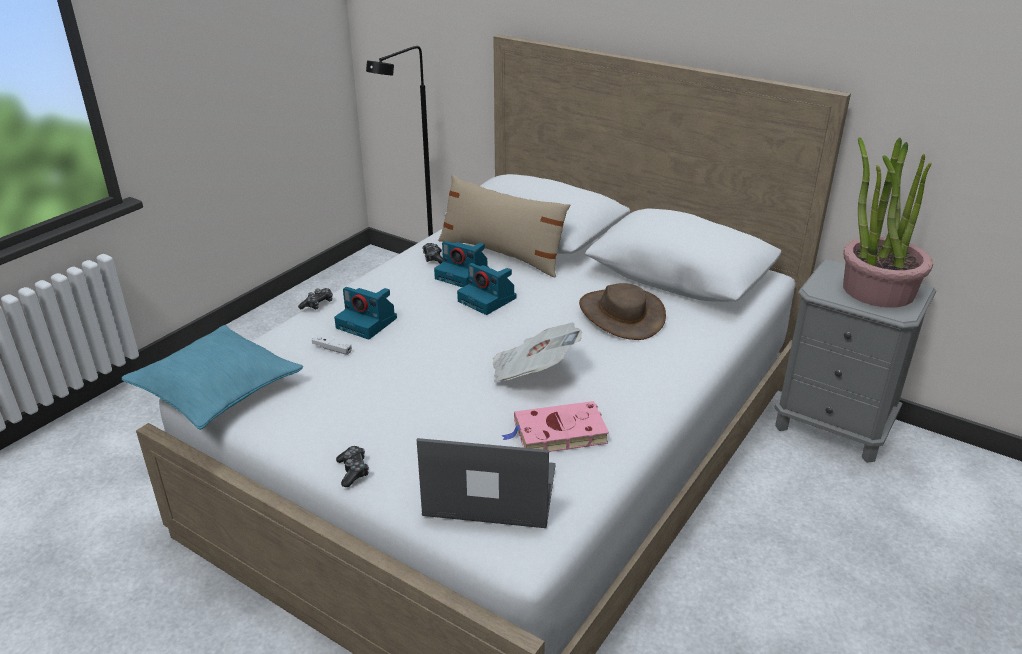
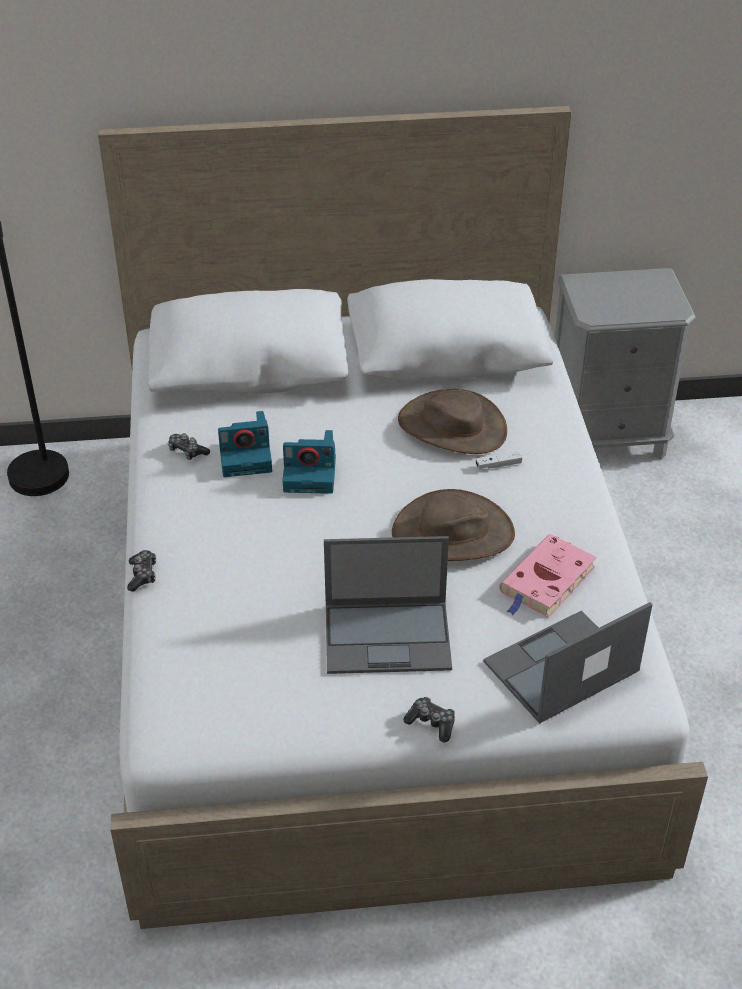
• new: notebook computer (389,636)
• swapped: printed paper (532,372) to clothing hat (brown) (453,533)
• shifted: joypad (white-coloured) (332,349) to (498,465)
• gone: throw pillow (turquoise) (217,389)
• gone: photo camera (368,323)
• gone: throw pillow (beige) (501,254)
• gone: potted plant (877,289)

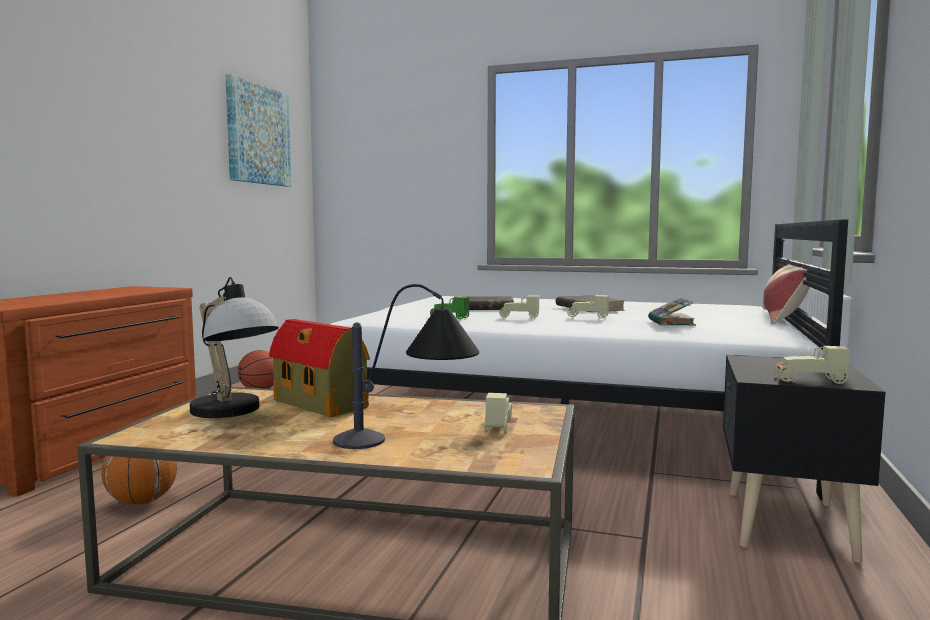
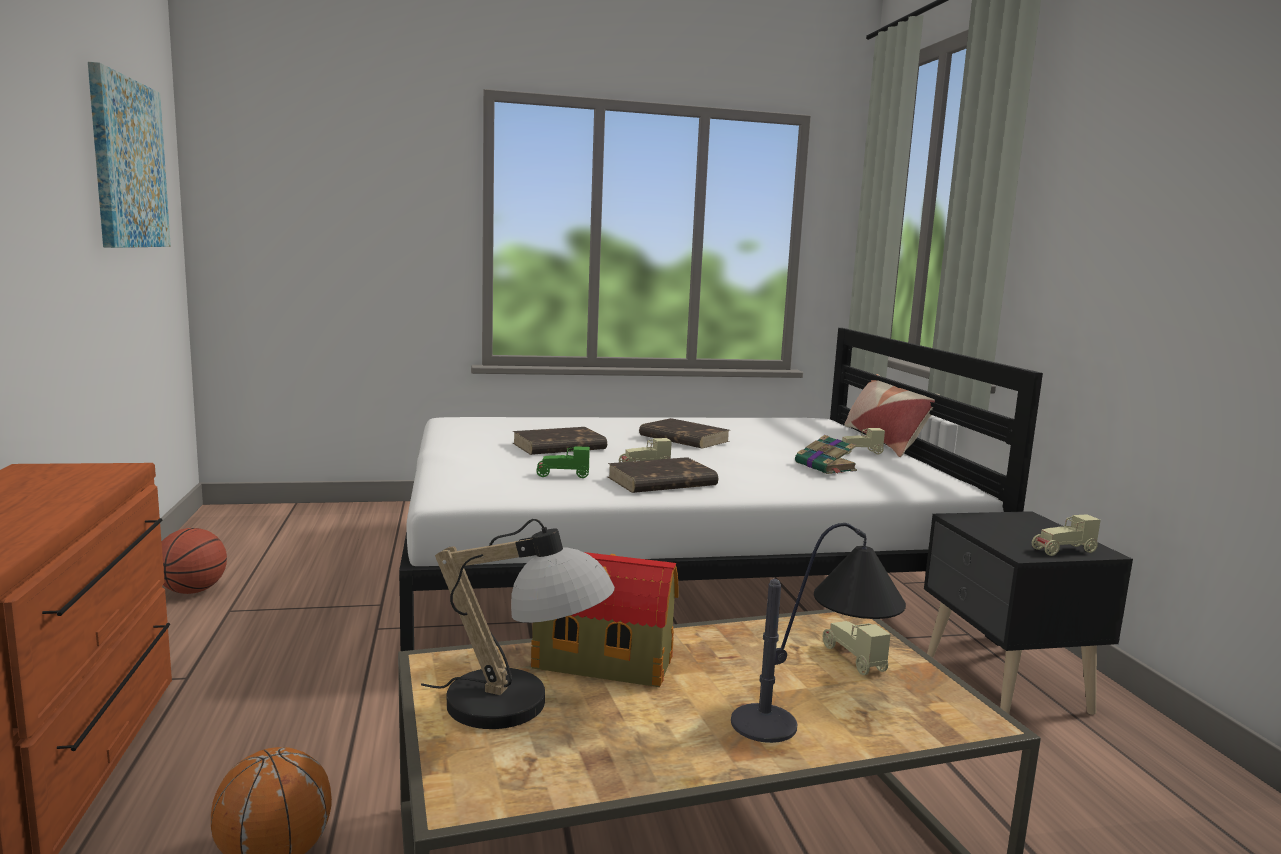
• new: bound book (brown) (661,482)
• shifted: miniature car (beige) (587,317) to (859,453)

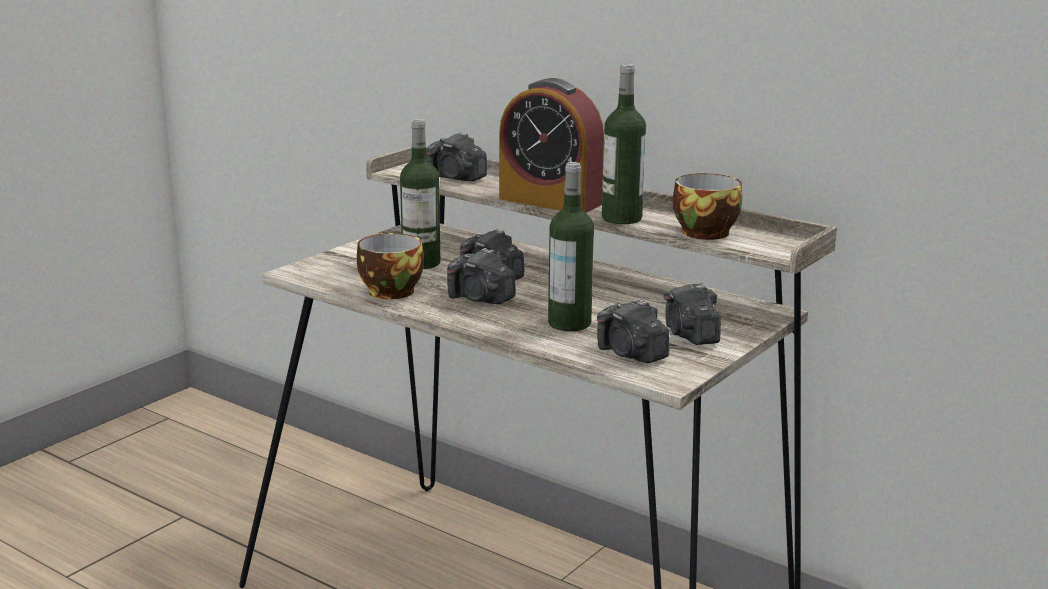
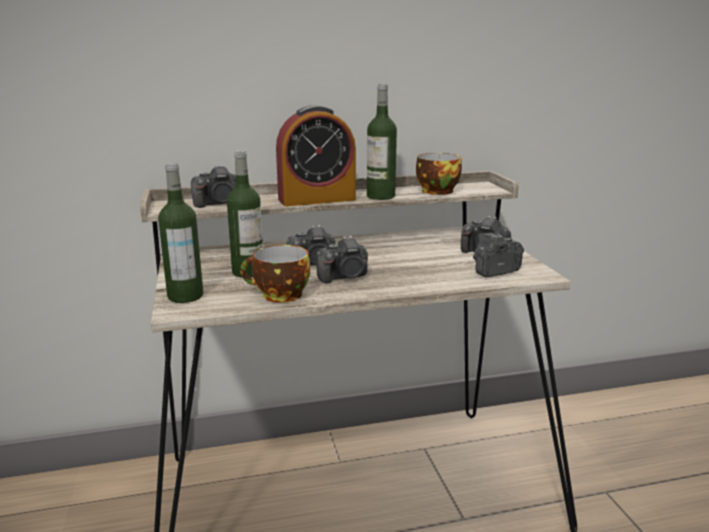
• shifted: beverage bottle (569,323) to (185,296)
• rotated: photo camera (631,354) = (494,271) 150 degrees clockwise

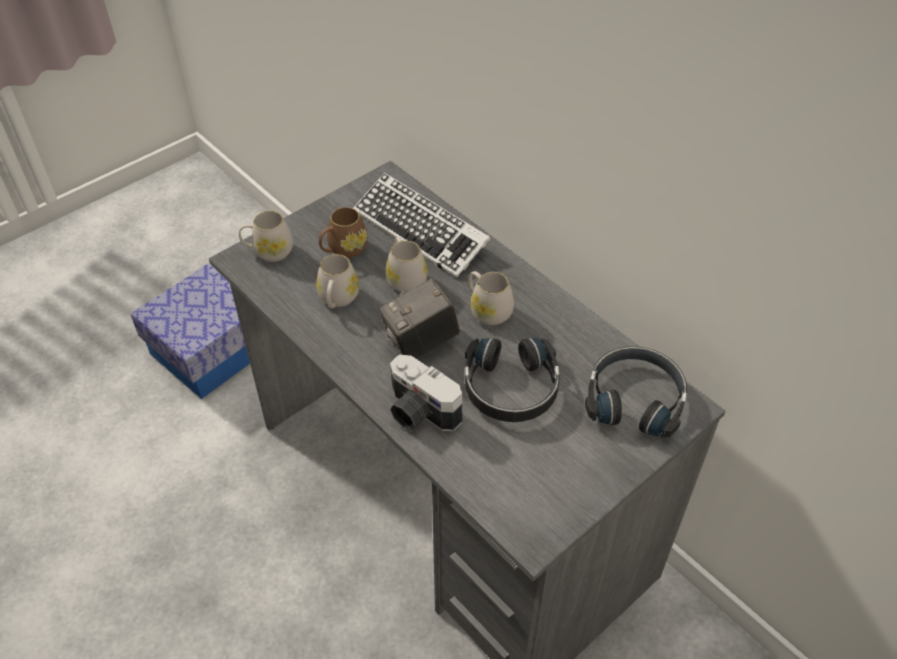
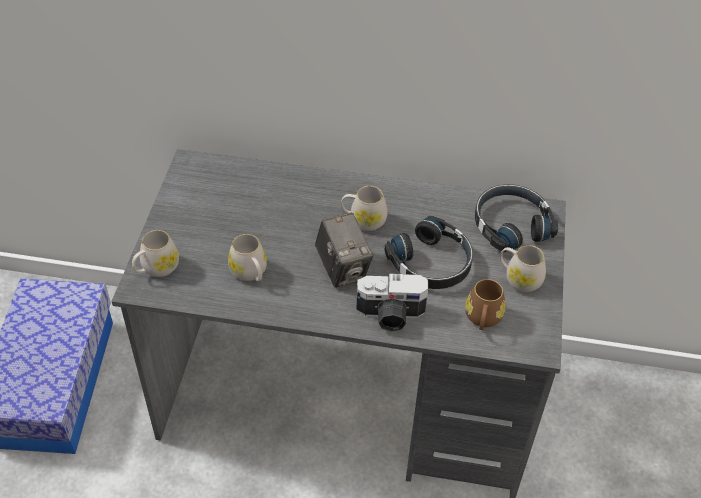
• rotated: photo camera (421,343) = (343,268) 45 degrees counterclockwise
• shifted: tea mug (brown) (343,250) to (482,319)
• shifted: tea mug (white-coloured) (405,277) to (519,278)
• gone: PC keyboard (420,231)

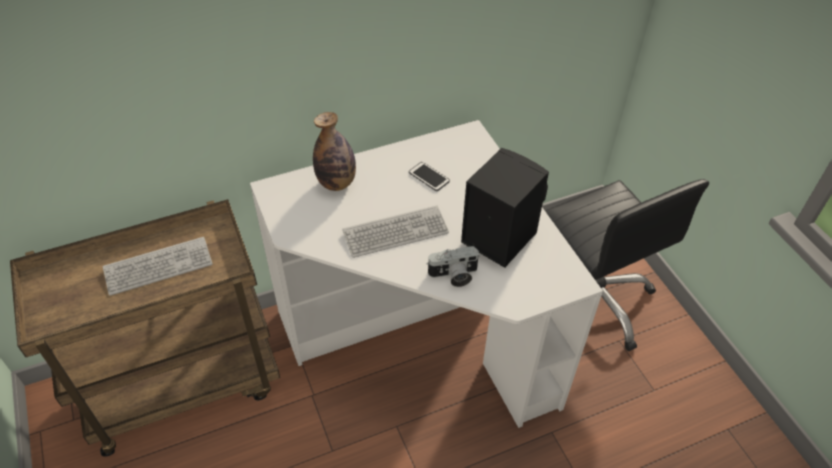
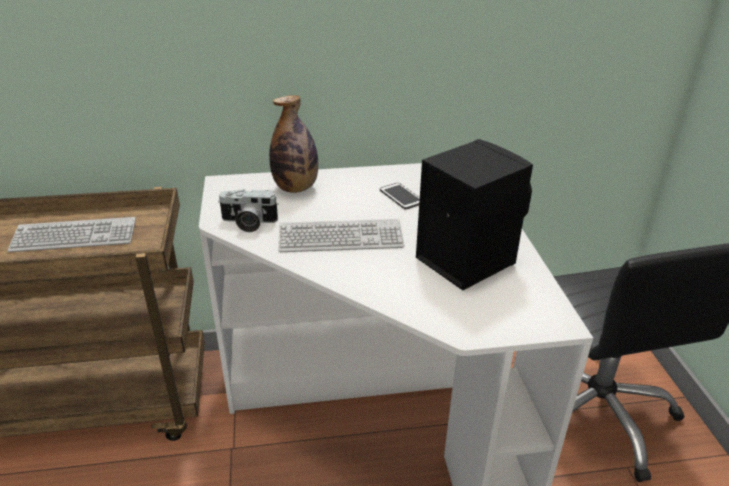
• shifted: photo camera (453,276) to (248,223)

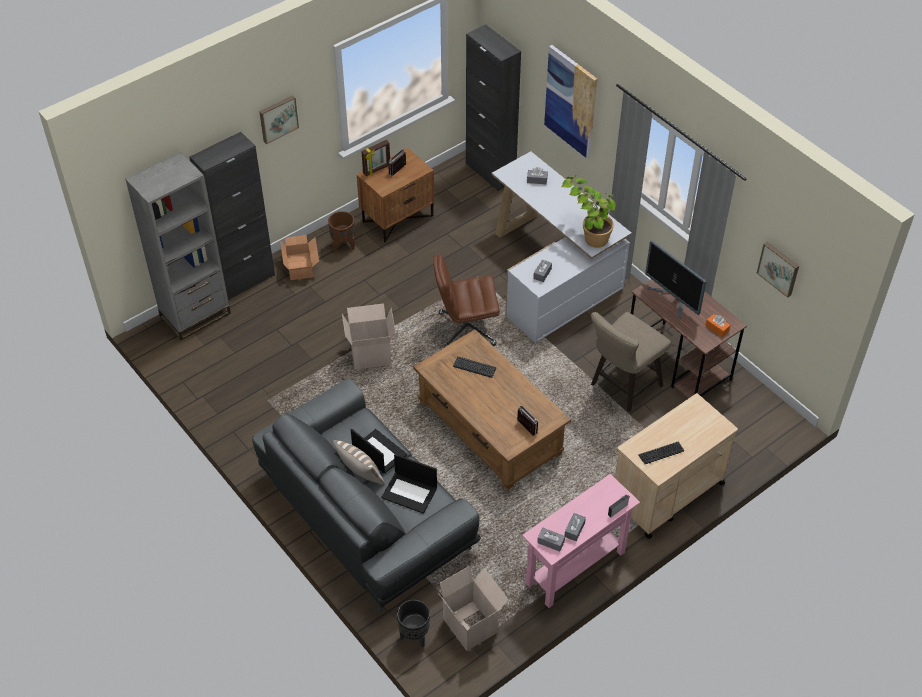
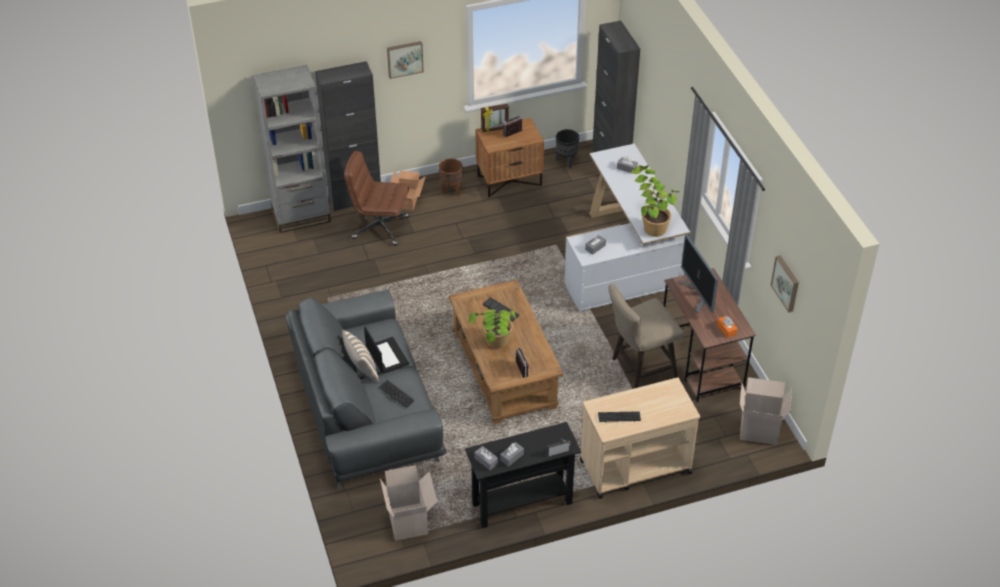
• shifted: computer chair (brown) (466,329) to (379,227)
• swapped: notebook computer (410,492) to PC keyboard (396,394)
• repainted: console table (pink) (575,568) to console table (blackish) (522,503)
• new: potted plant (495,349)
• shifted: flower pot (blackish) (414,636) to (566,162)
• shifted: cardboard box (371,354) to (760,429)
• gone: wall picture (571,101)

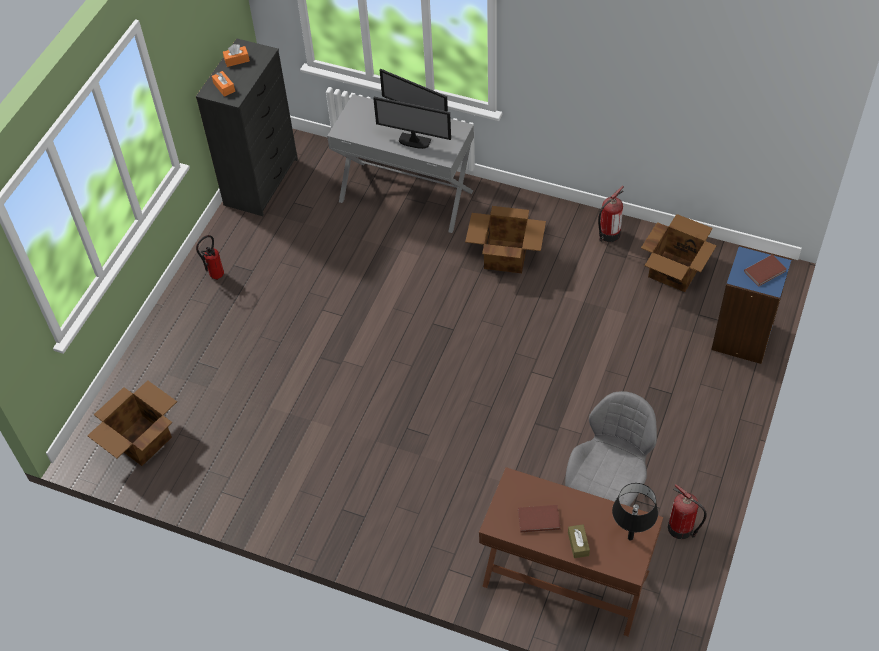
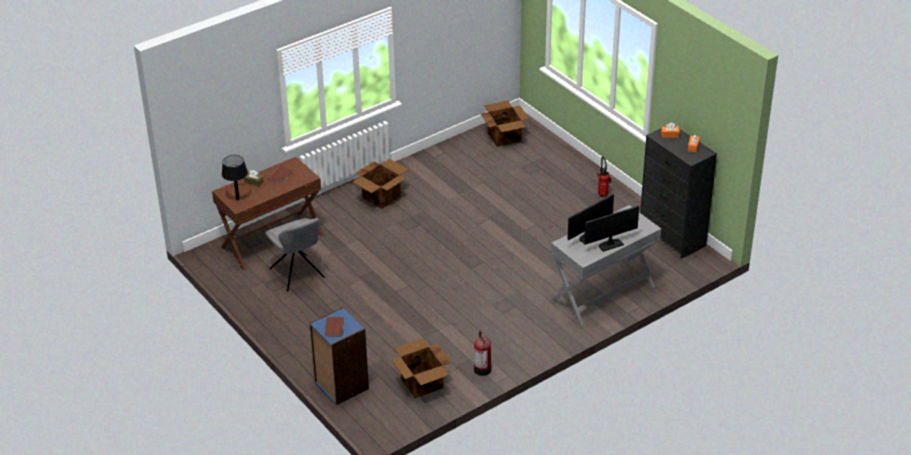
• shifted: cardboard box (505,255) to (382,197)
• gone: extinguisher (682,529)

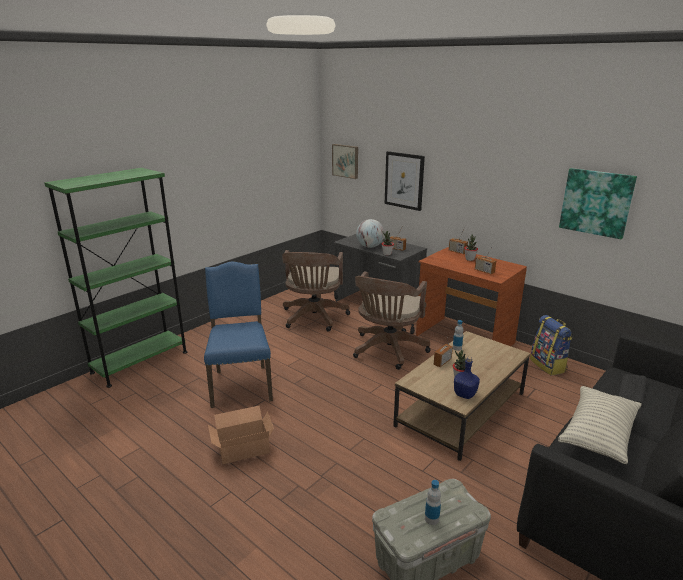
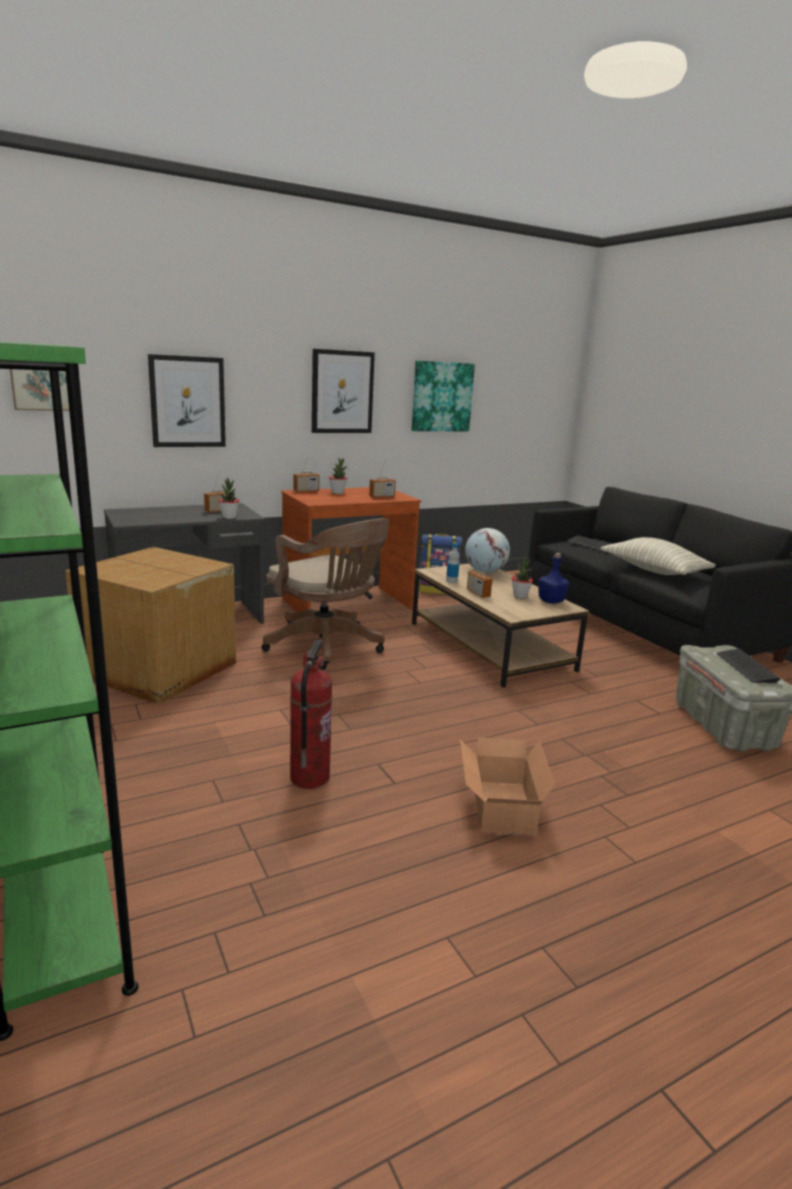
• swapped: computer chair (brown) (314,318) to cardboard box (159,670)
• swapped: upright chair (bluish) (241,384) to extinguisher (309,778)
• new: wall picture (342,392)
• shifted: desk globe (370,246) to (485,571)
• swapped: beverage bottle (431,519) to PC keyboard (746,667)

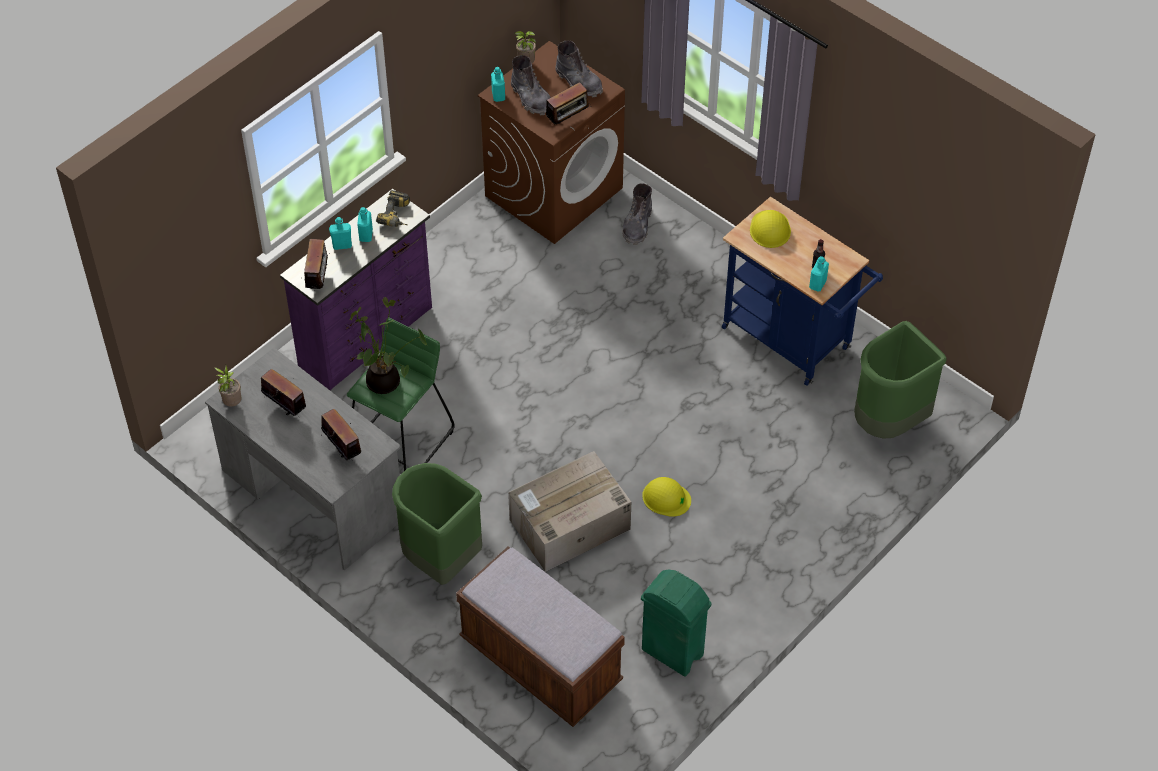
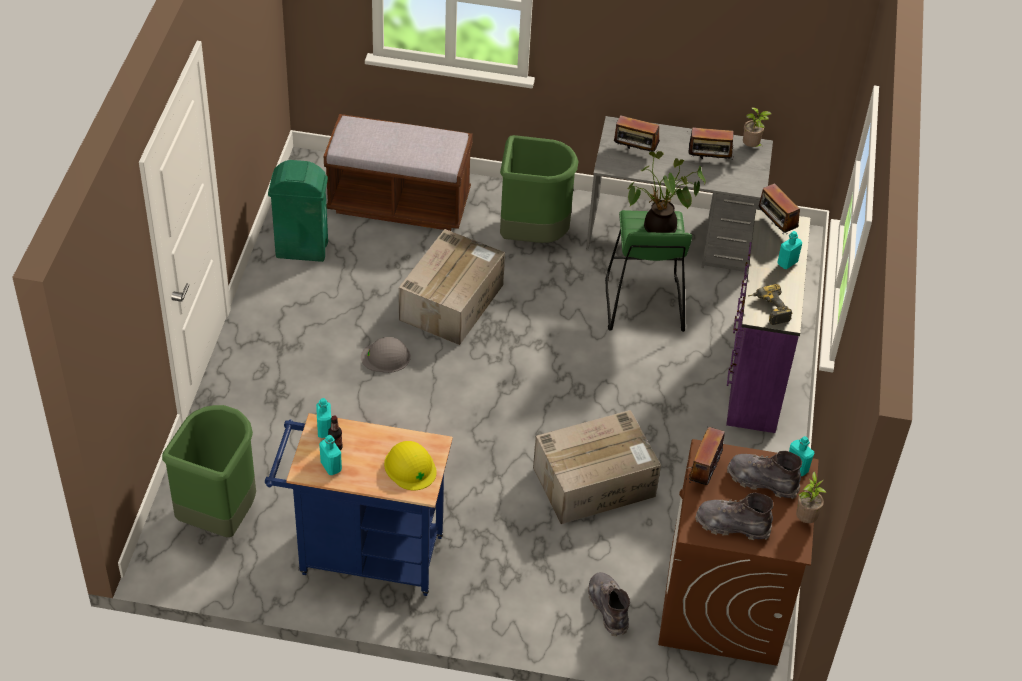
• shifted: beverage bottle (turquoise) (366,235) to (331,466)
• repainted: hard hat (yellow) (666,498) to hard hat (grey) (386,357)
• new: cardboard box (595,481)

